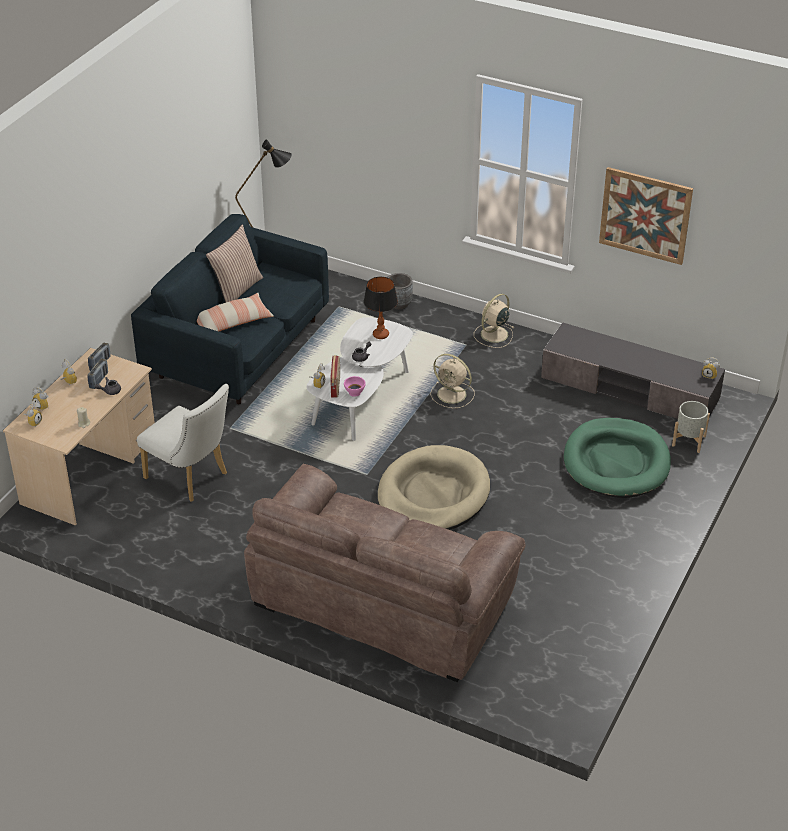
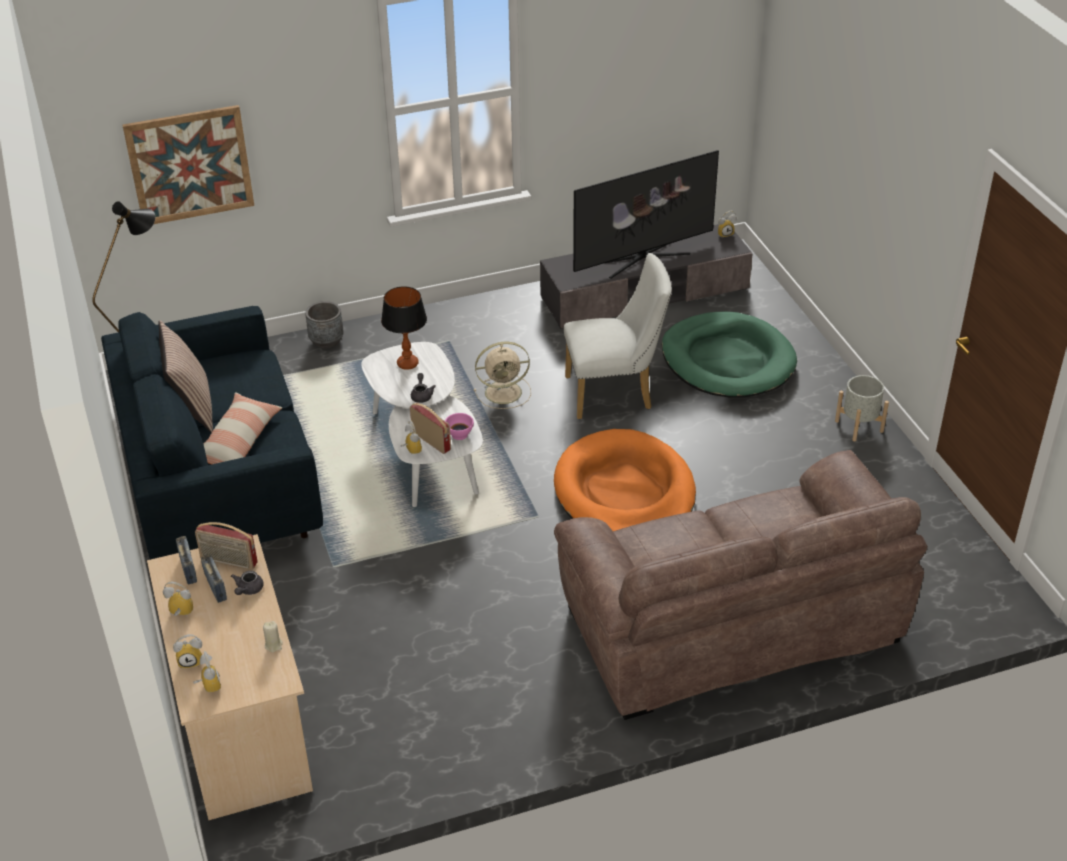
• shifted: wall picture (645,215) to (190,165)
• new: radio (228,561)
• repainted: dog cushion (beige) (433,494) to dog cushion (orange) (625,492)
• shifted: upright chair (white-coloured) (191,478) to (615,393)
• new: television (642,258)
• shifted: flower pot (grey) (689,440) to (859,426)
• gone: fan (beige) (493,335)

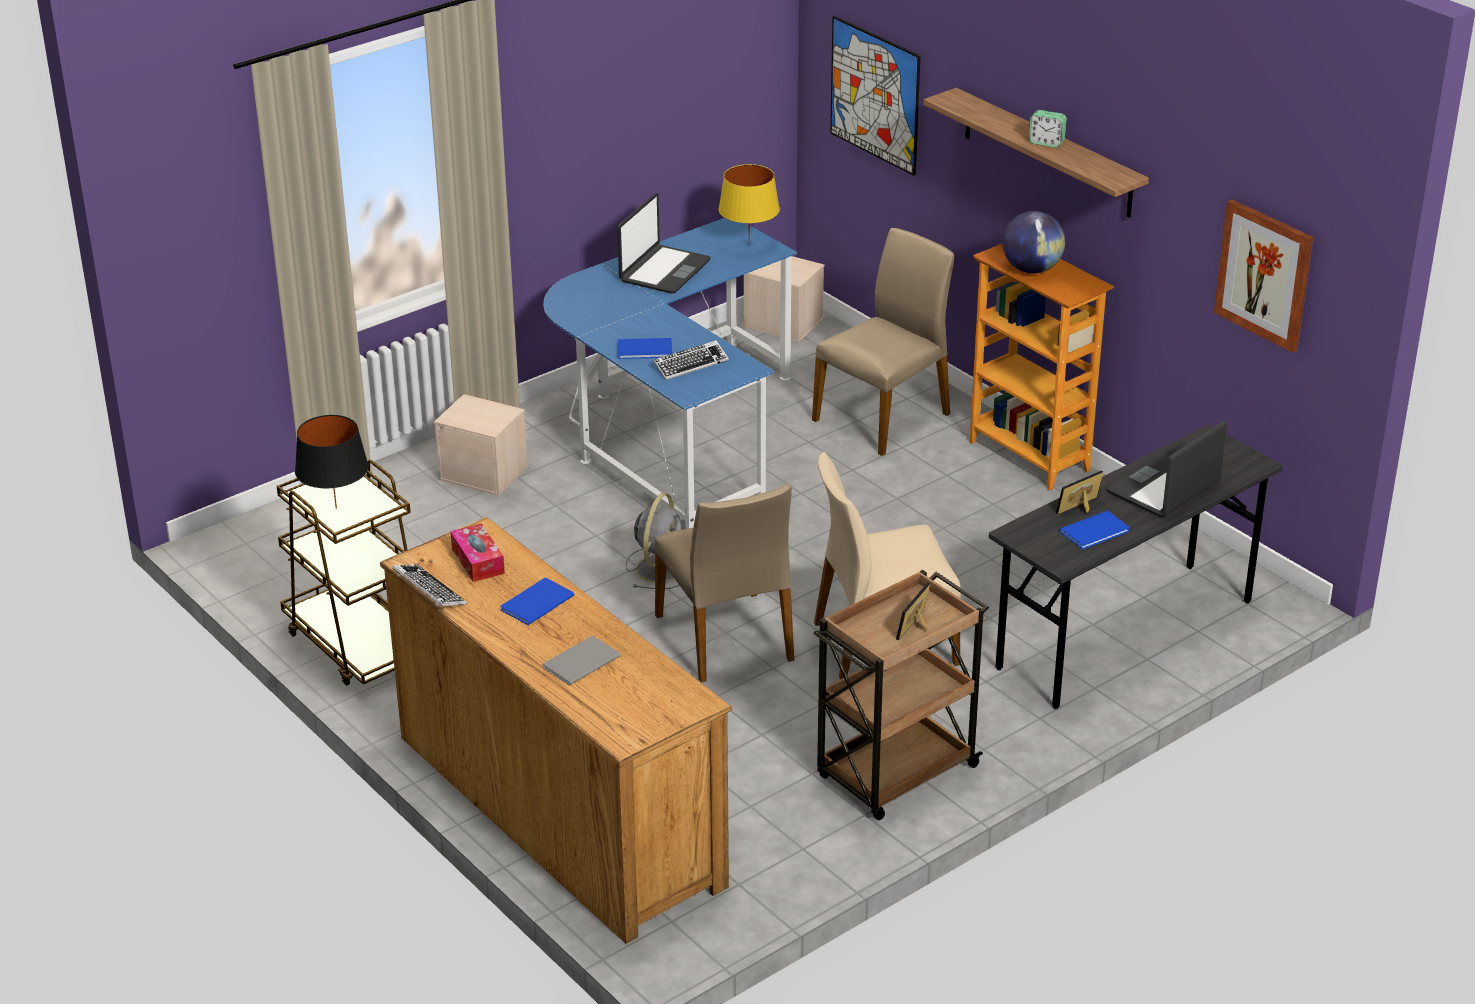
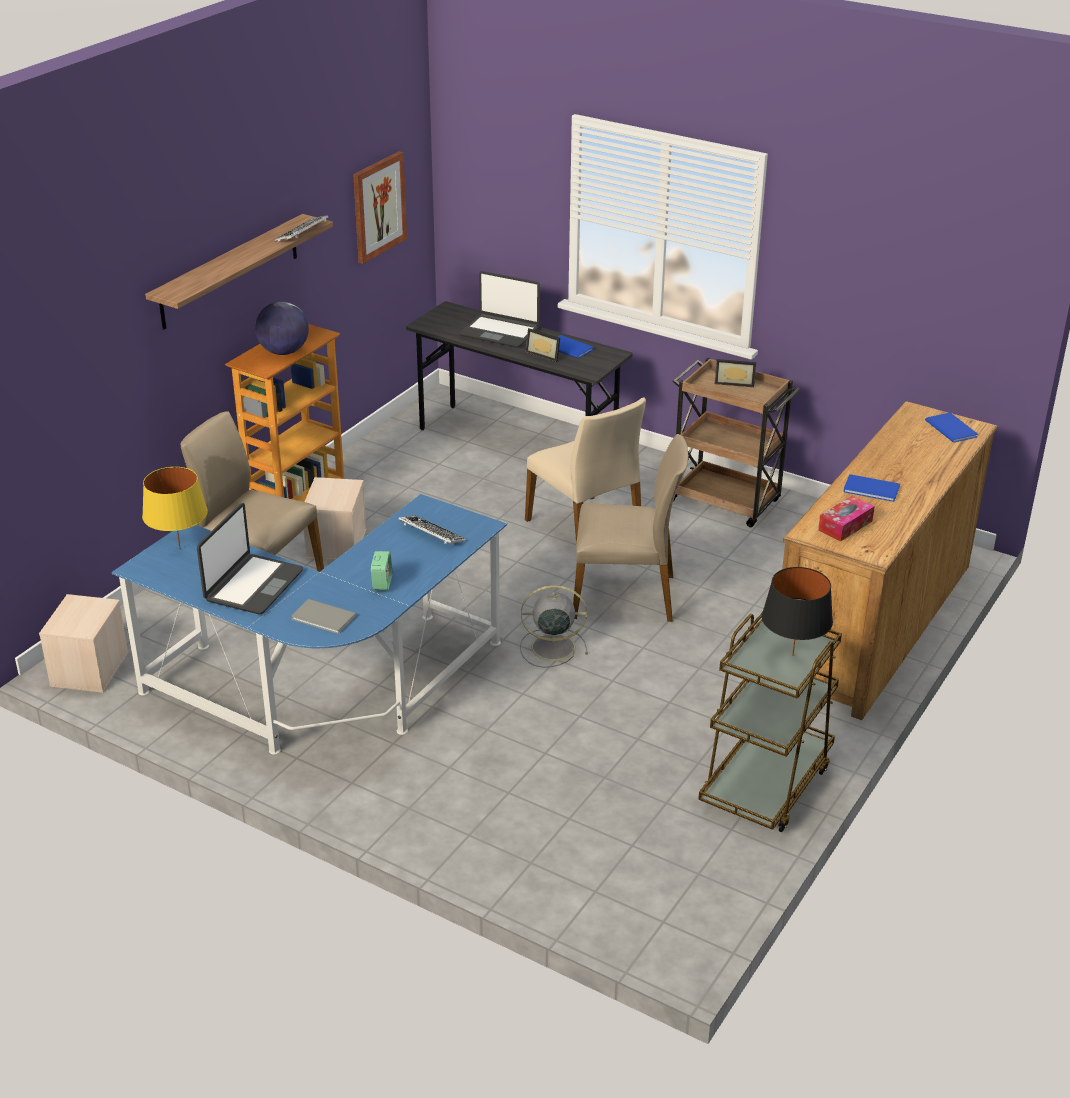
• rotated: notebook computer (663,271) = (253,585) 105 degrees clockwise
• shifted: PC keyboard (429,591) to (302,233)
• shifted: bound book (grey) (578,662) to (324,618)
• shifted: storage box (beige) (484,473) to (336,543)
• shifted: table clock (1046,142) to (382,583)
• rotated: upright chair (beige) (726,638) = (625,595) 45 degrees clockwise
• shifted: bound book (bluish) (646,350) to (951,428)
• gone: wall picture (874,95)

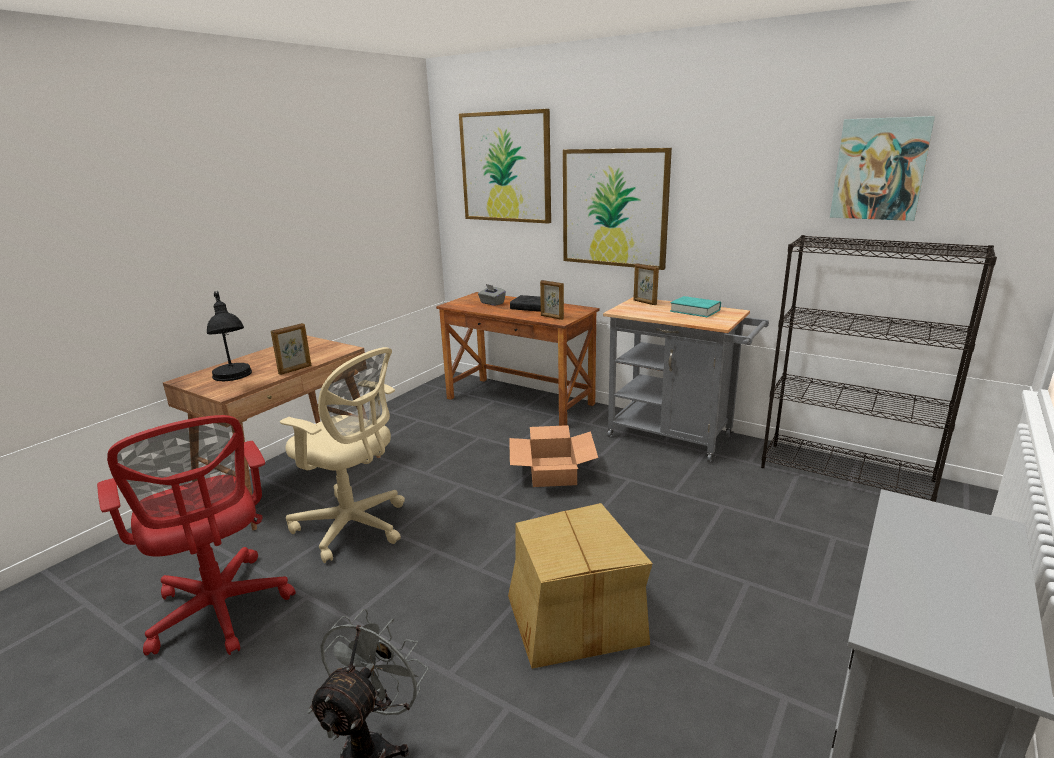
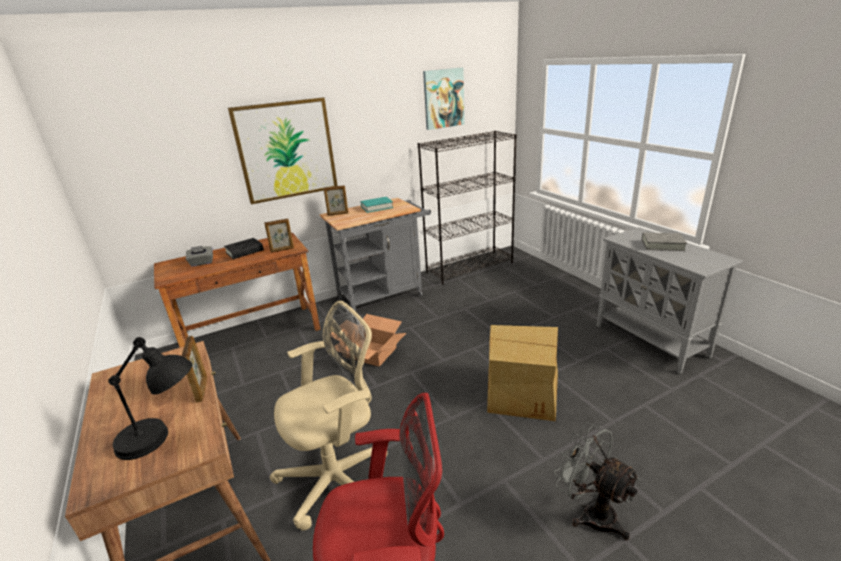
• new: bound book (grey) (662,245)
• gone: wall picture (506,167)

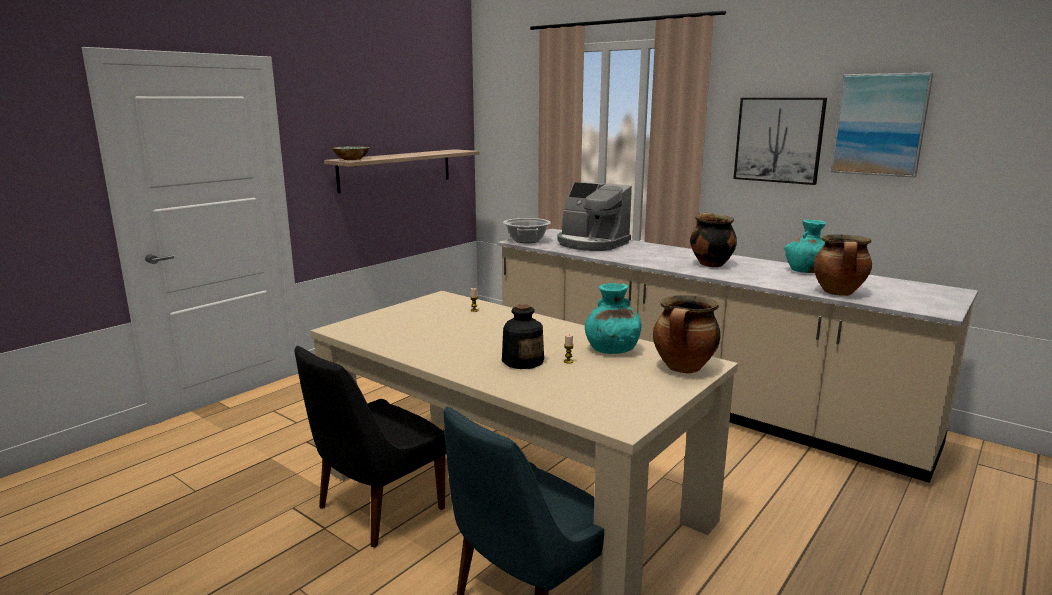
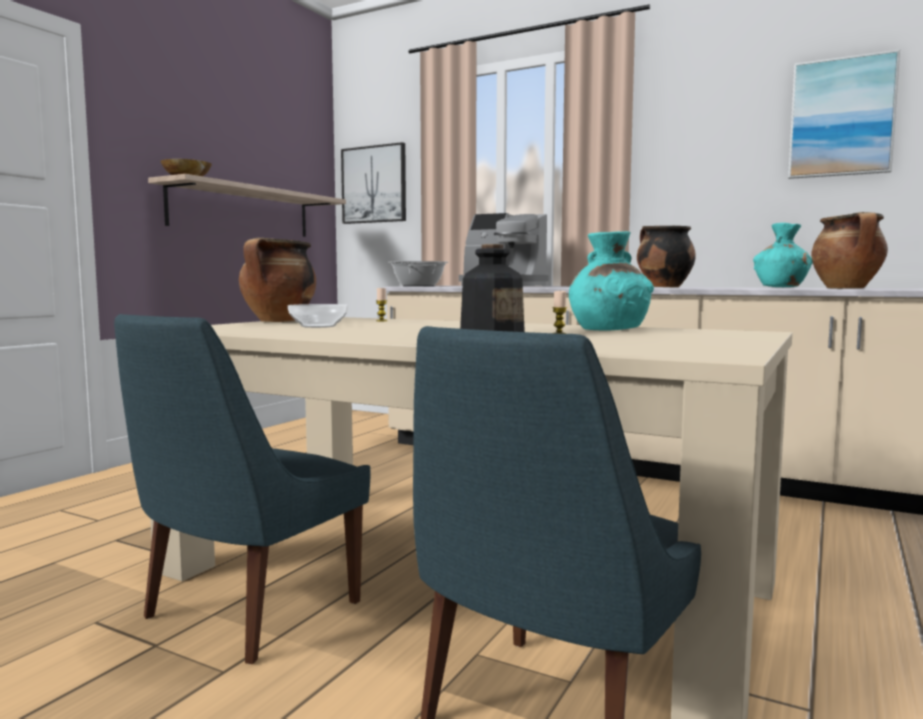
• repainted: upright chair (blackish) (377,510) to upright chair (bluish) (246,613)
• shifted: saucepot (684,368) to (278,321)
• new: deep dish (319,326)
• shifted: wall picture (778,140) to (374,184)

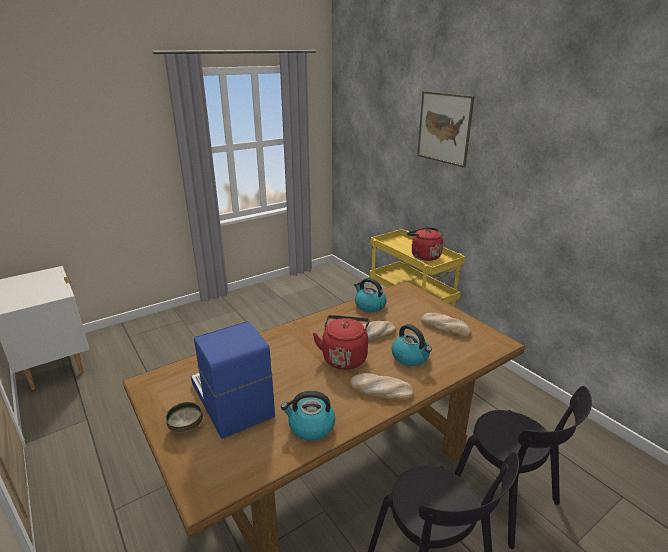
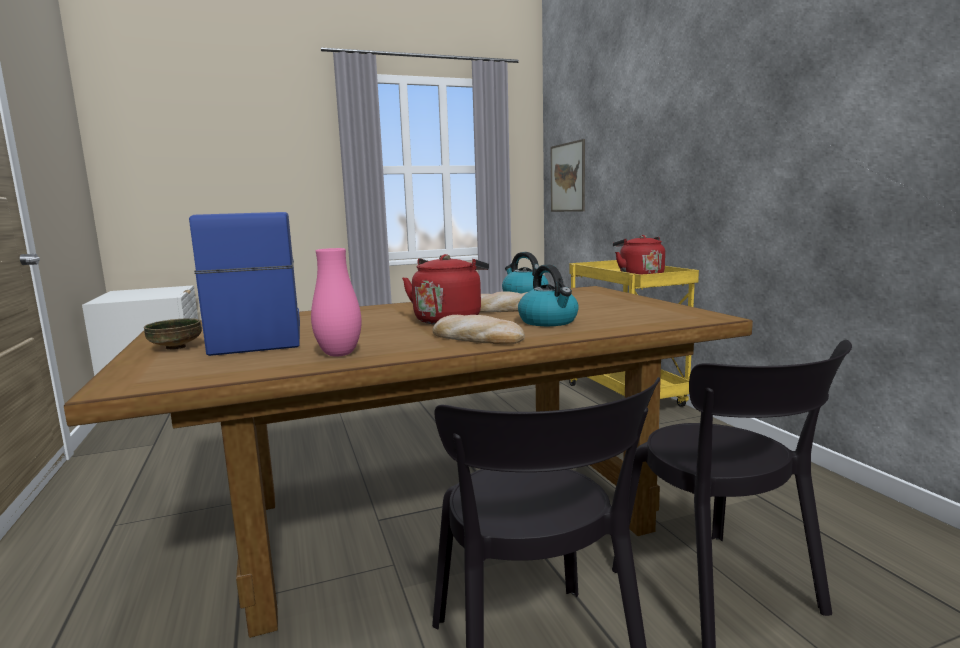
• swapped: kettle (310,427) to vase (pink) (339,354)
• shifted: wall picture (444,128) to (567,177)
• gone: baked bread (445,327)

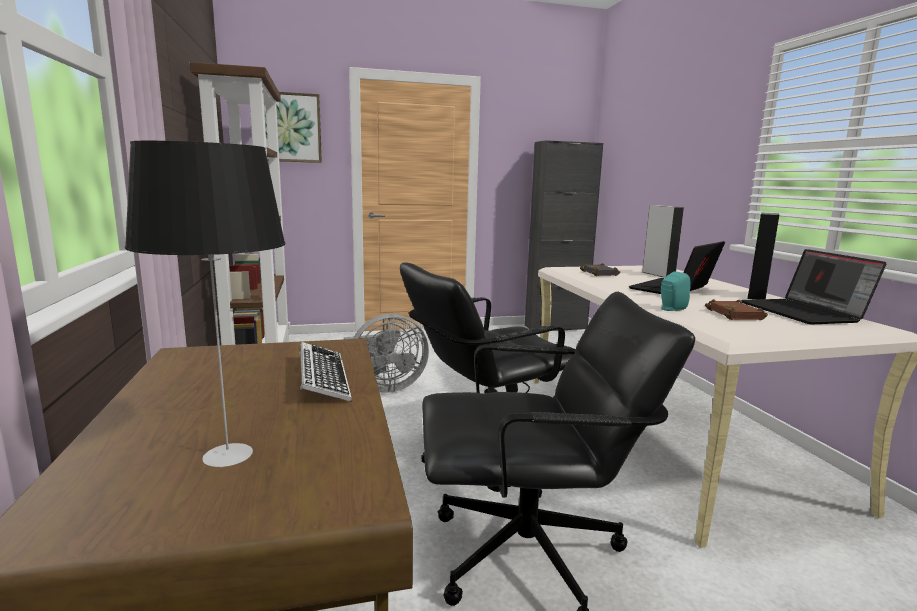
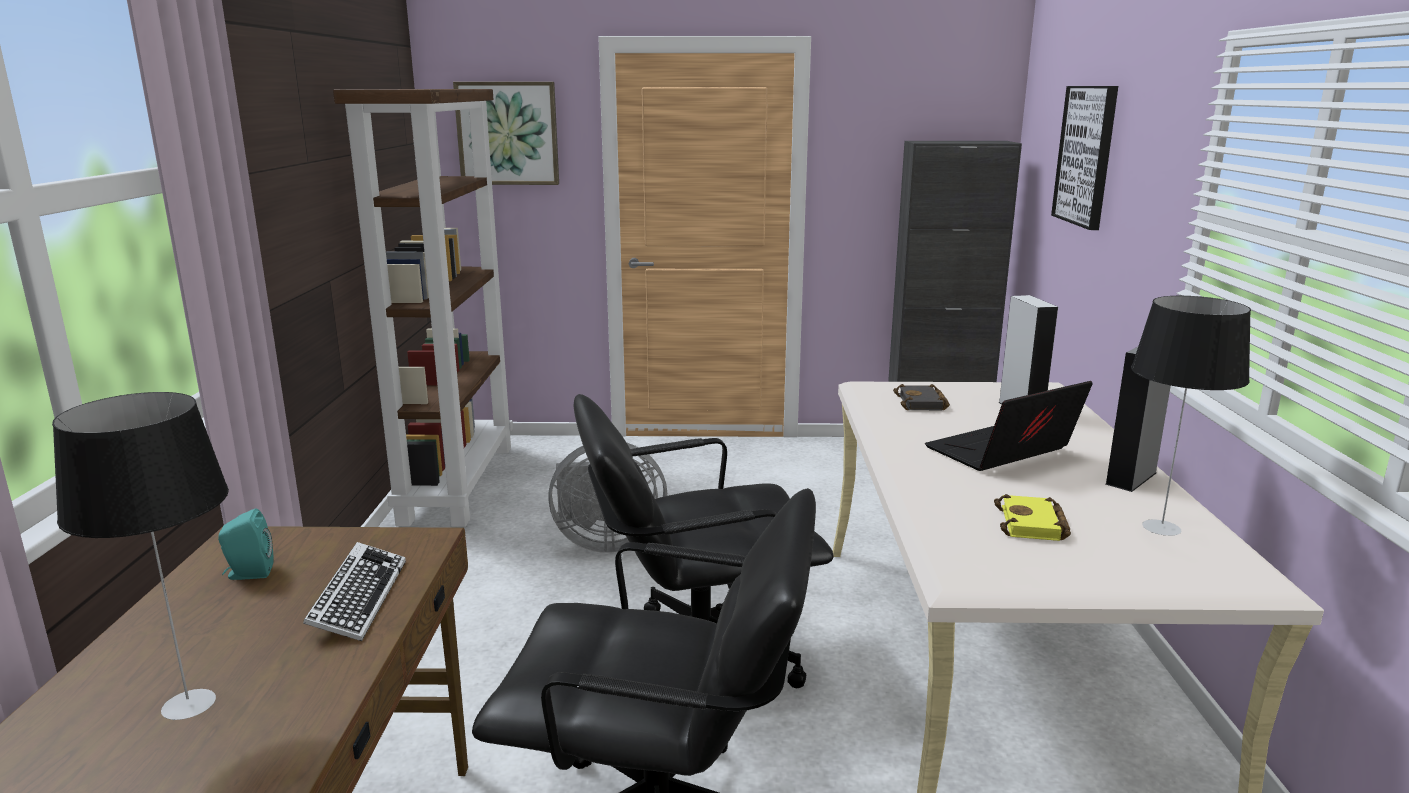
• shifted: audio speaker (turquoise) (670,309) to (248,574)
• repainted: bound book (brown) (737,315) to bound book (yellow) (1033,525)
• new: wall picture (1086,155)
• swapped: notebook computer (805,313) to lamp for a table (1162,528)

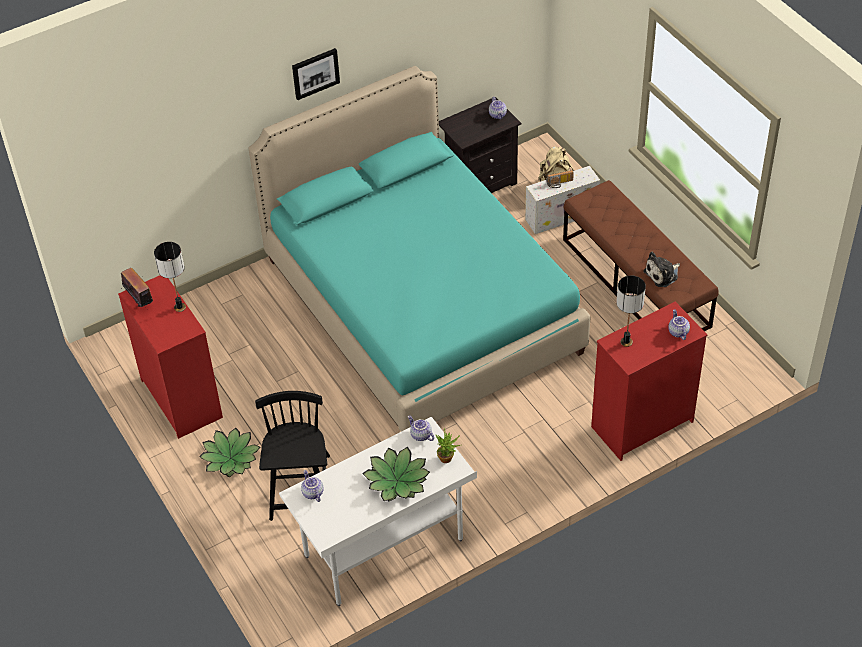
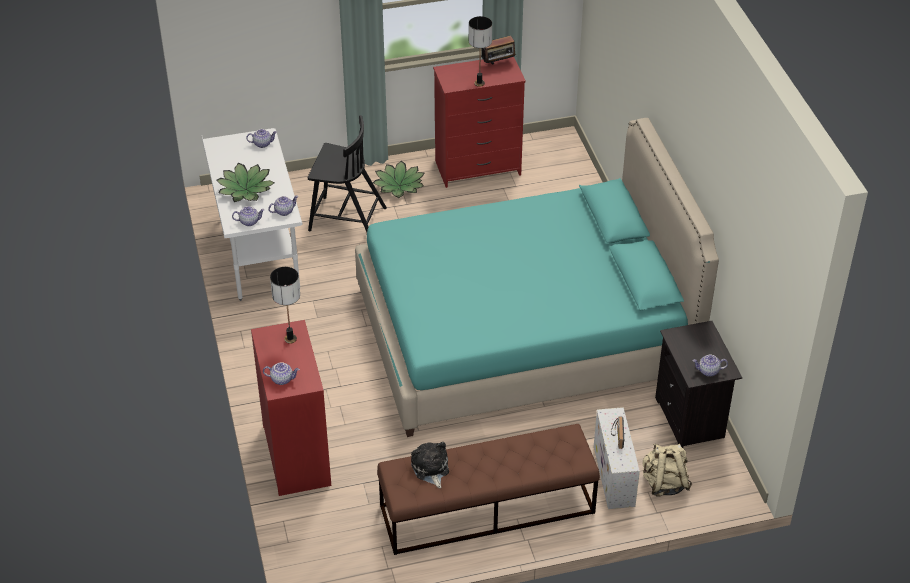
• swapped: potted plant (448,459) to pot for tea (249,221)
• gone: wall picture (315,73)

